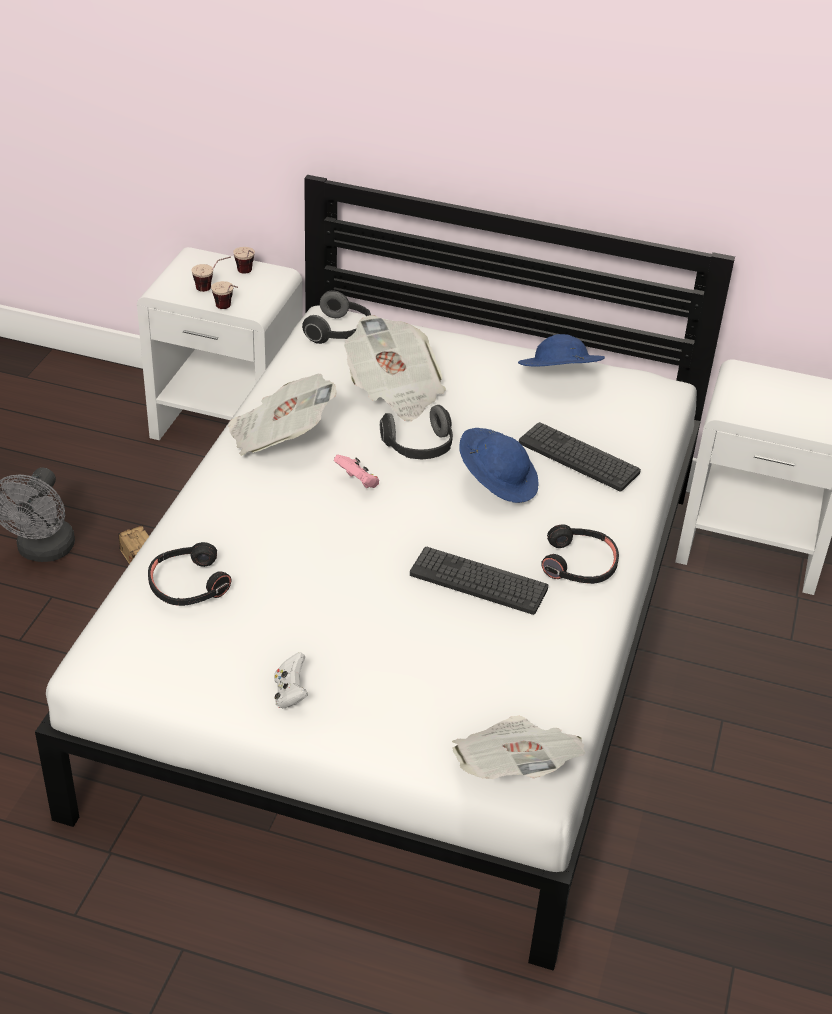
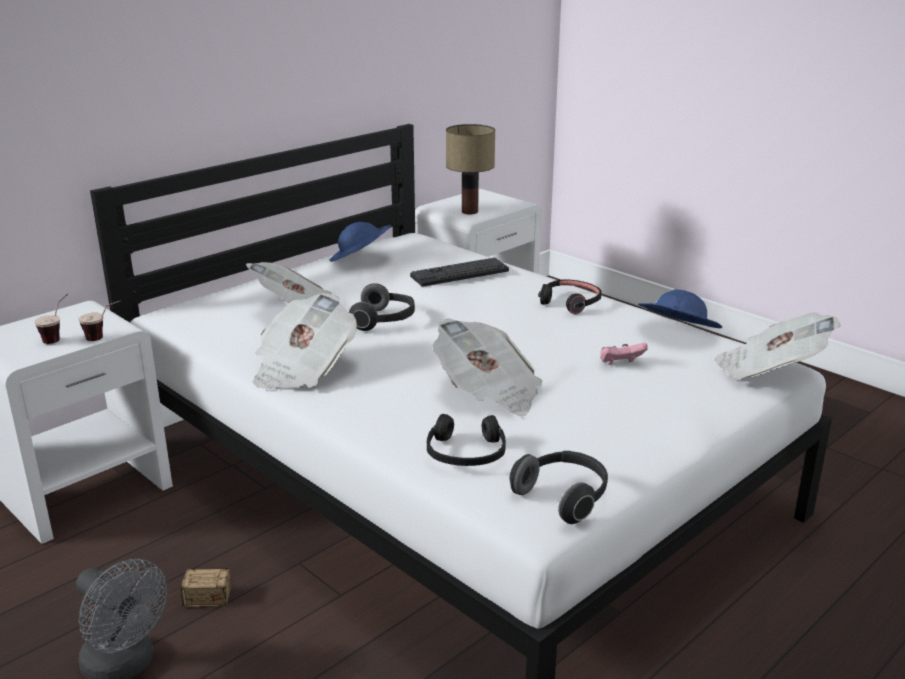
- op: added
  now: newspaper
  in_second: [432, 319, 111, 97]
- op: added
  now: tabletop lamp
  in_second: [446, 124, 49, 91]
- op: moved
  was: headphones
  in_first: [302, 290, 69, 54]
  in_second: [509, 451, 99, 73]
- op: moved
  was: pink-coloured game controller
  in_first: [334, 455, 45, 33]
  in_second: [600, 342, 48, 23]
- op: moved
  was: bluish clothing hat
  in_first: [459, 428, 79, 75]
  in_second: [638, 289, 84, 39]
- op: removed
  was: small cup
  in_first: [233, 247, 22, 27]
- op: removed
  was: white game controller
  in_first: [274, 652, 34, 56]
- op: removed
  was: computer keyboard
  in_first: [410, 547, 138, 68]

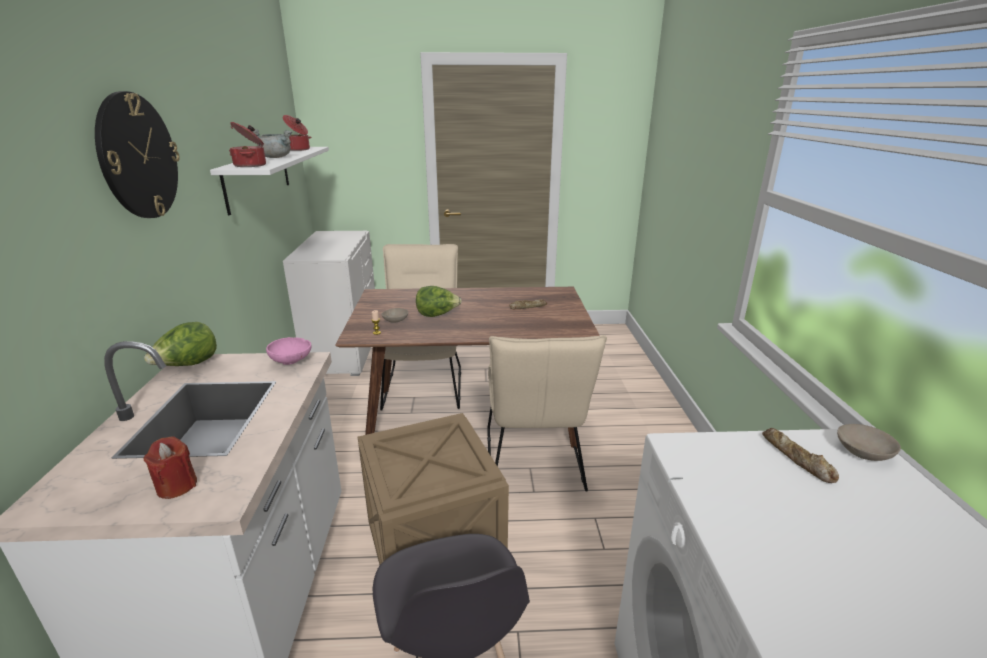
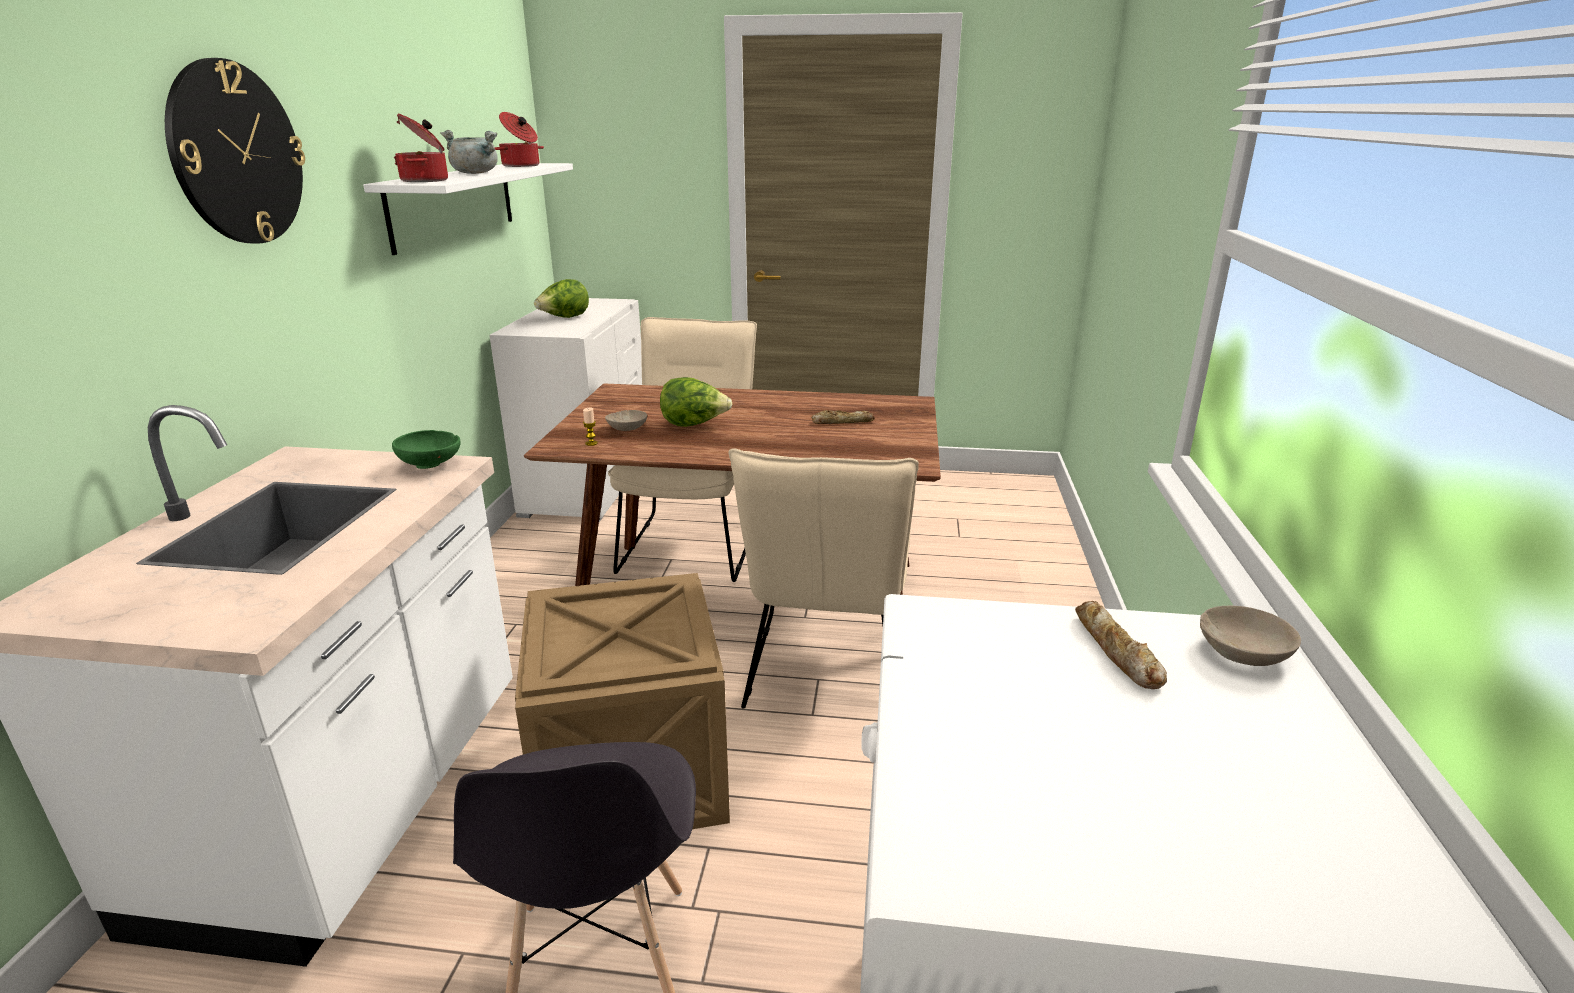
- op: recoloured
  was: pink-coloured deep dish
  now: green-coloured deep dish
  in_first: [266, 337, 45, 28]
  in_second: [392, 430, 68, 39]
- op: moved
  was: lettuce head
  in_first: [144, 322, 73, 44]
  in_second: [534, 279, 55, 39]
- op: removed
  was: red-coloured candle
  in_first: [144, 436, 53, 63]

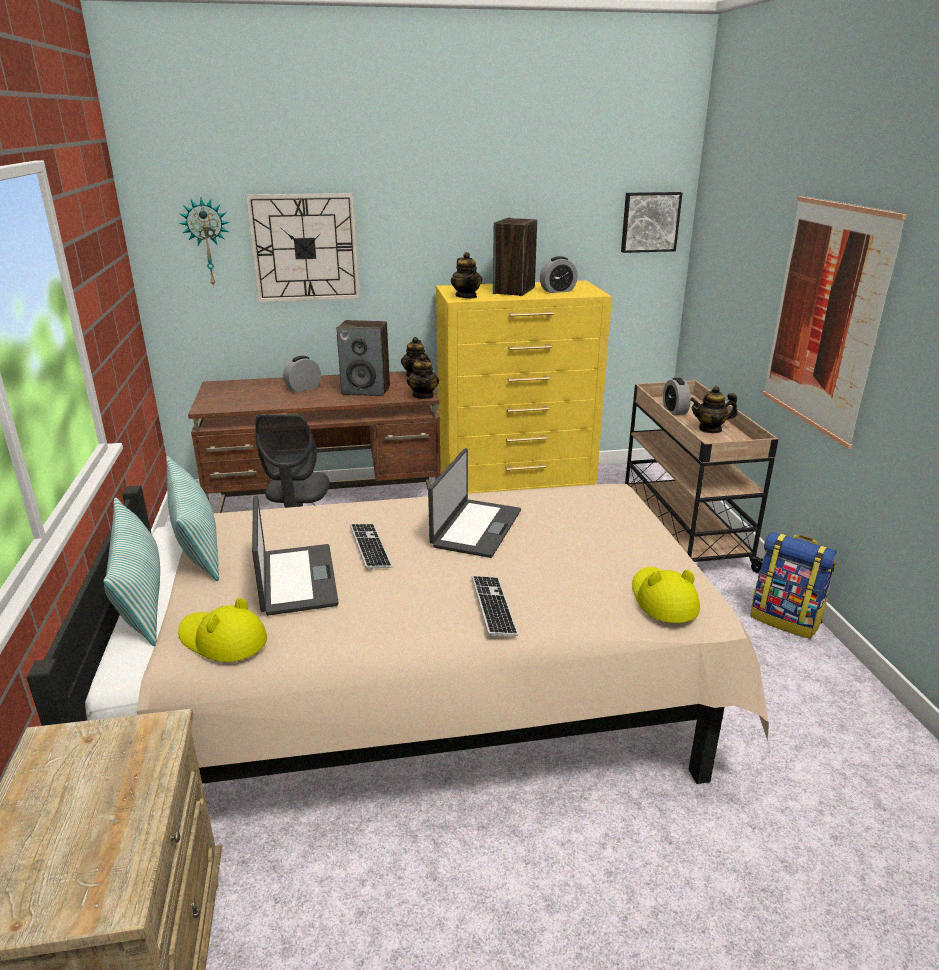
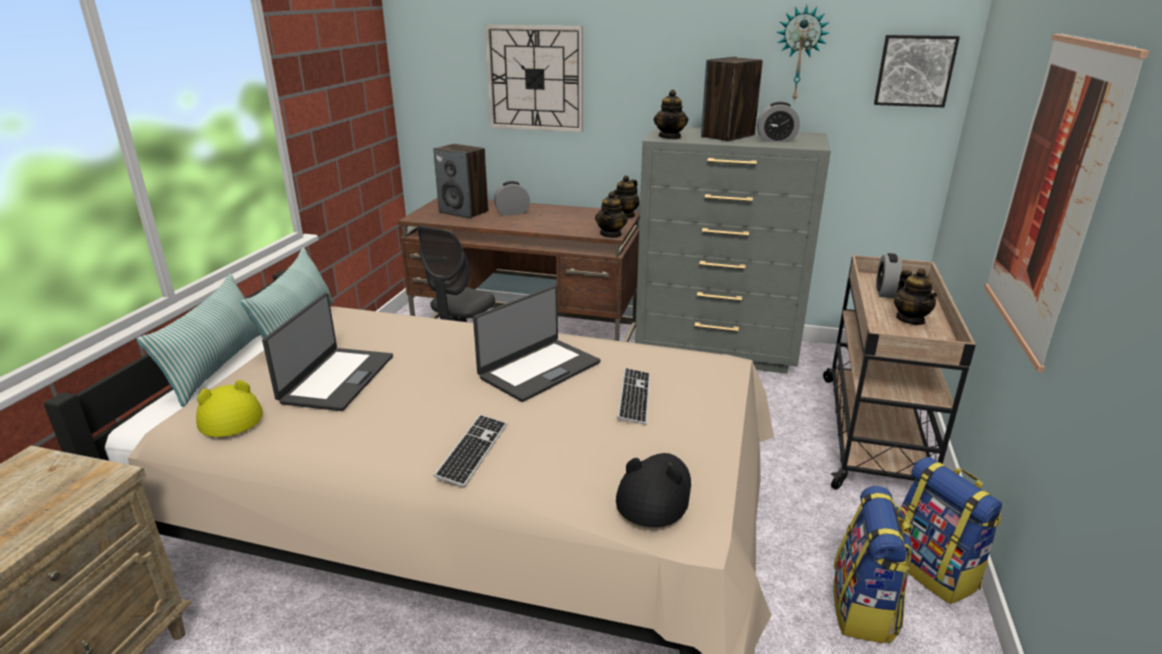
- op: moved
  was: audio speaker
  in_first: [336, 320, 54, 76]
  in_second: [433, 144, 55, 75]
- op: recoloured
  was: yellow-coloured clothing hat
  now: blackish clothing hat
  in_first: [632, 567, 68, 56]
  in_second: [616, 453, 75, 74]
- op: moved
  was: computer keyboard
  in_first: [350, 524, 42, 46]
  in_second: [617, 368, 33, 57]
- op: recoloured
  was: yellow-coloured drawer chest
  now: gray drawer chest
  in_first: [436, 280, 176, 213]
  in_second: [635, 126, 196, 248]
- op: moved
  was: wall clock
  in_first: [179, 198, 51, 89]
  in_second: [777, 5, 52, 96]
- op: added
  now: backpack
  in_second: [833, 486, 80, 158]
- op: turned
  was: teapot
  in_first: [690, 386, 48, 47]
  in_second: [894, 268, 43, 57]
  clockwise: -120

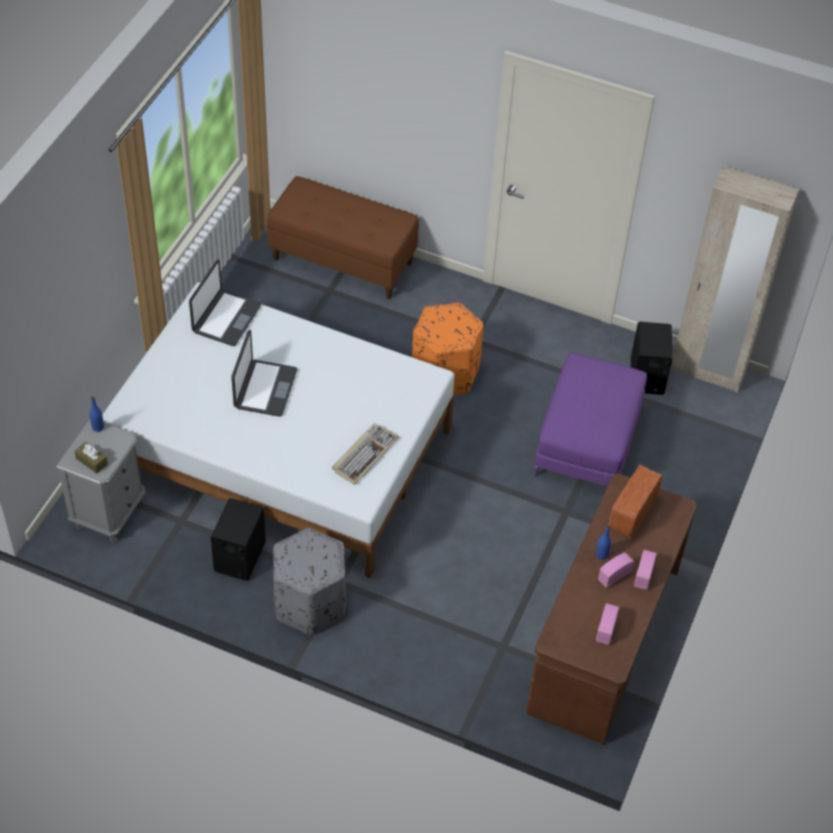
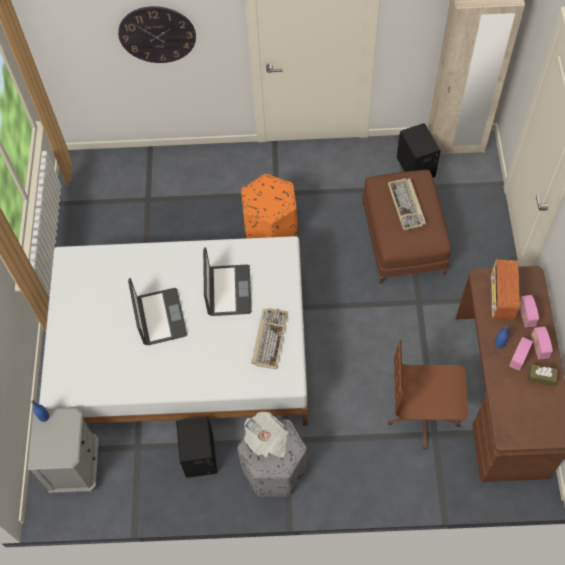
- op: added
  now: wall clock
  in_second: [118, 6, 78, 57]
- op: moved
  was: notebook computer
  in_first: [189, 259, 72, 87]
  in_second: [203, 247, 49, 69]
- op: added
  now: newspaper
  in_second: [244, 412, 44, 46]
- op: recoloured
  was: purple-coloured footrest
  now: brown-coloured footrest
  in_first: [534, 353, 113, 133]
  in_second: [362, 170, 89, 114]
- op: added
  now: computer keyboard
  in_second: [388, 178, 38, 53]
- op: added
  now: brown-coloured office chair
  in_second: [388, 340, 80, 110]
- op: moved
  was: radio receiver
  in_first: [596, 603, 23, 42]
  in_second: [519, 295, 20, 33]
- op: moved
  was: brown-coloured tissue box
  in_first: [74, 442, 34, 32]
  in_second: [528, 364, 30, 22]
- op: removed
  was: brown-coloured bench
  in_first: [267, 176, 152, 123]

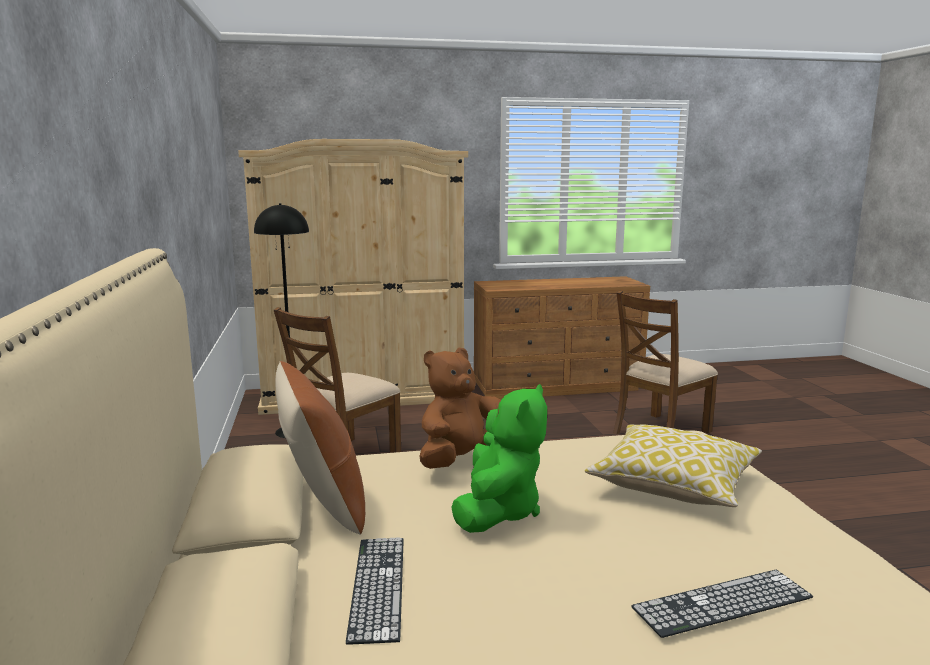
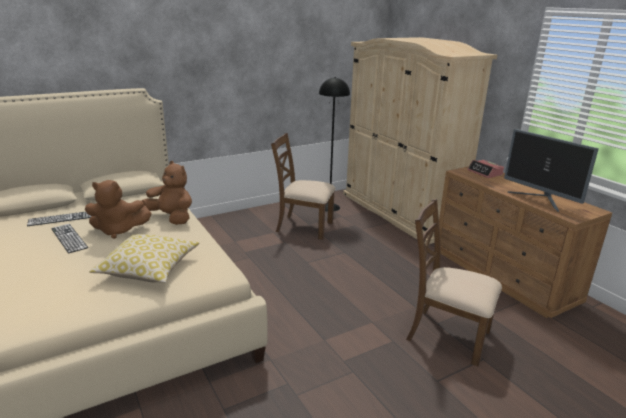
- op: moved
  was: computer keyboard
  in_first: [631, 570, 182, 68]
  in_second: [51, 224, 37, 29]
- op: recoloured
  was: green-coloured soft toy
  now: brown-coloured soft toy
  in_first: [451, 384, 96, 149]
  in_second: [85, 180, 67, 59]
- op: added
  now: alarm clock
  in_second: [467, 160, 37, 18]
- op: added
  now: computer display
  in_second: [504, 129, 95, 83]
- op: removed
  was: brown-coloured pillow
  in_first: [275, 361, 90, 174]

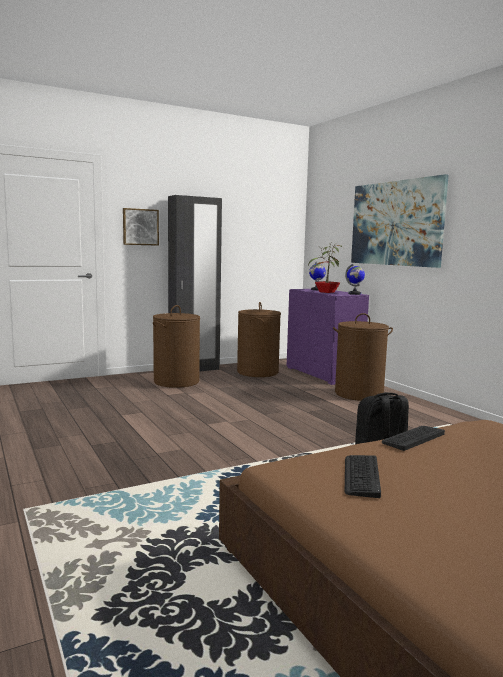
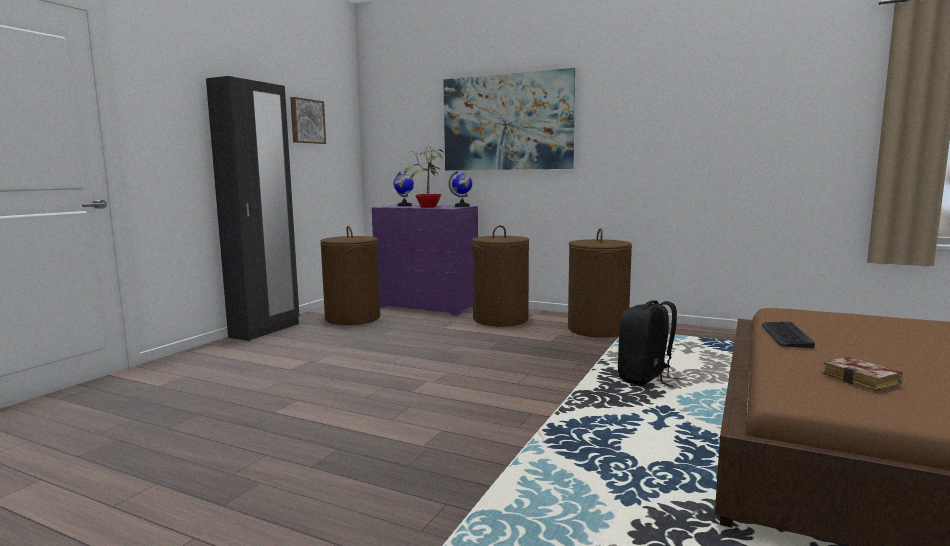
- op: moved
  was: wall art
  in_first: [123, 208, 36, 38]
  in_second: [290, 97, 36, 47]
- op: moved
  was: brown-coloured laundry basket
  in_first: [153, 305, 47, 83]
  in_second: [568, 228, 64, 110]
- op: replaced
  was: computer keyboard
  now: volume
  in_first: [345, 455, 36, 43]
  in_second: [822, 357, 81, 34]

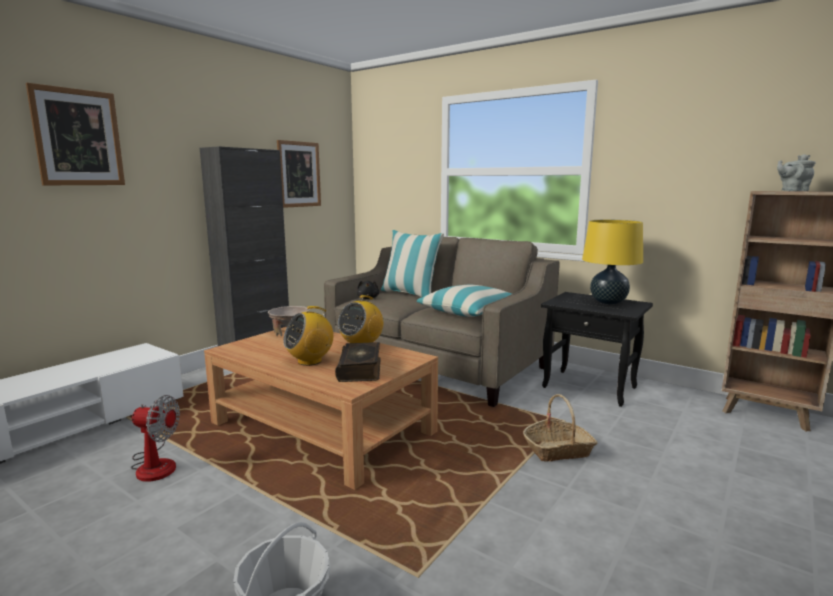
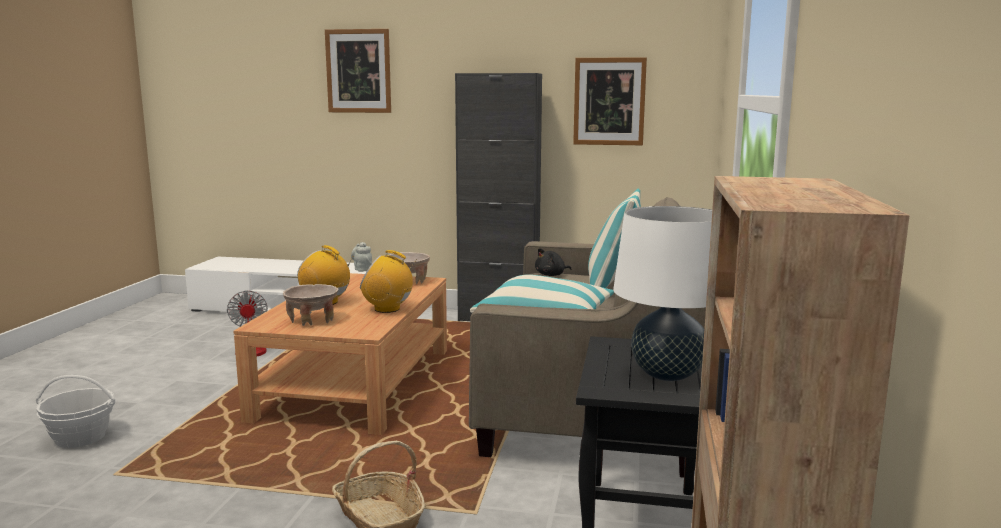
- op: replaced
  was: volume
  now: sand-coloured deep dish
  in_first: [335, 342, 46, 40]
  in_second: [283, 284, 55, 42]
- op: moved
  was: gray teapot
  in_first: [777, 154, 39, 37]
  in_second: [351, 242, 21, 30]
- op: recoloured
  was: yellow-coloured tabletop lamp
  now: white tabletop lamp
  in_first: [582, 220, 61, 85]
  in_second: [613, 206, 99, 175]

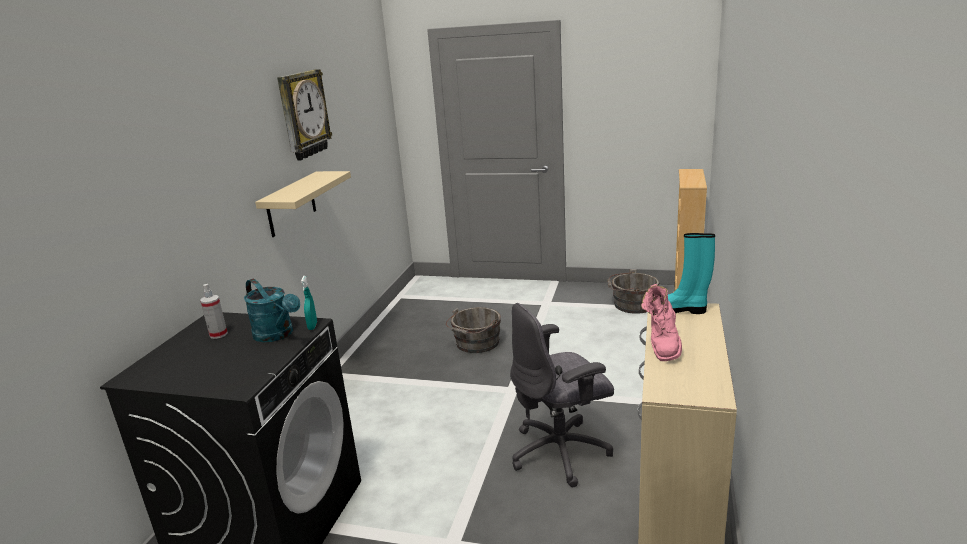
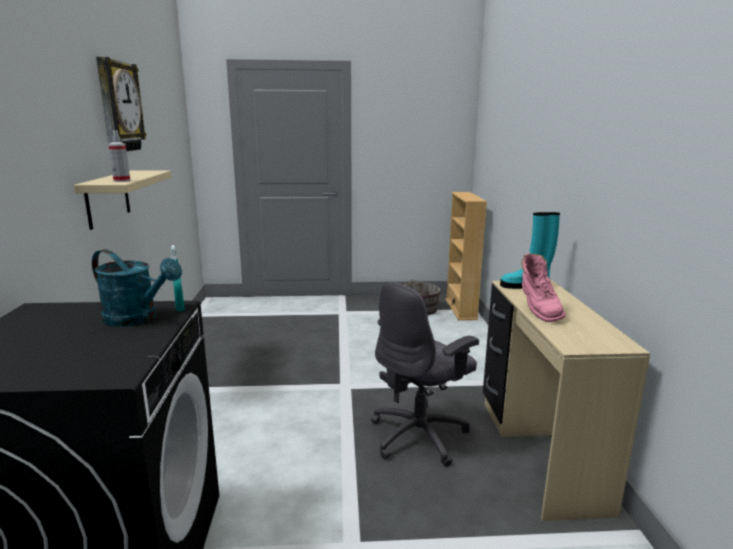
- op: moved
  was: spray bottle
  in_first: [200, 284, 28, 55]
  in_second: [108, 130, 22, 52]
- op: removed
  was: gray water bucket
  in_first: [446, 307, 55, 46]

